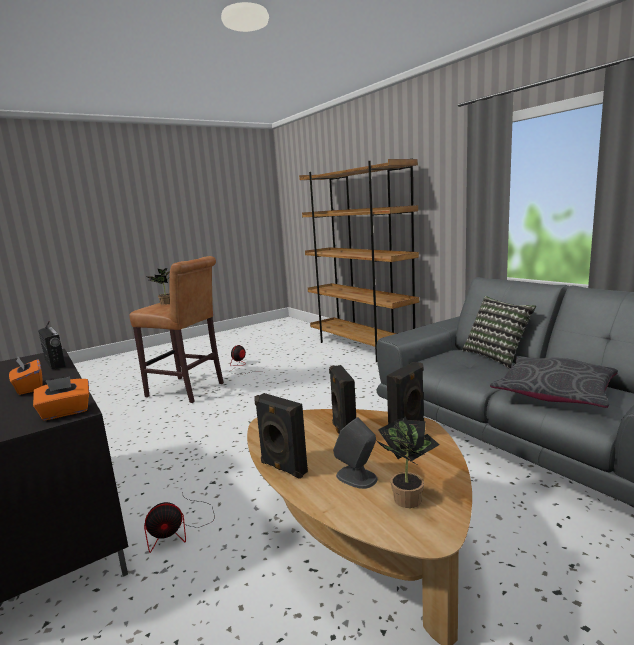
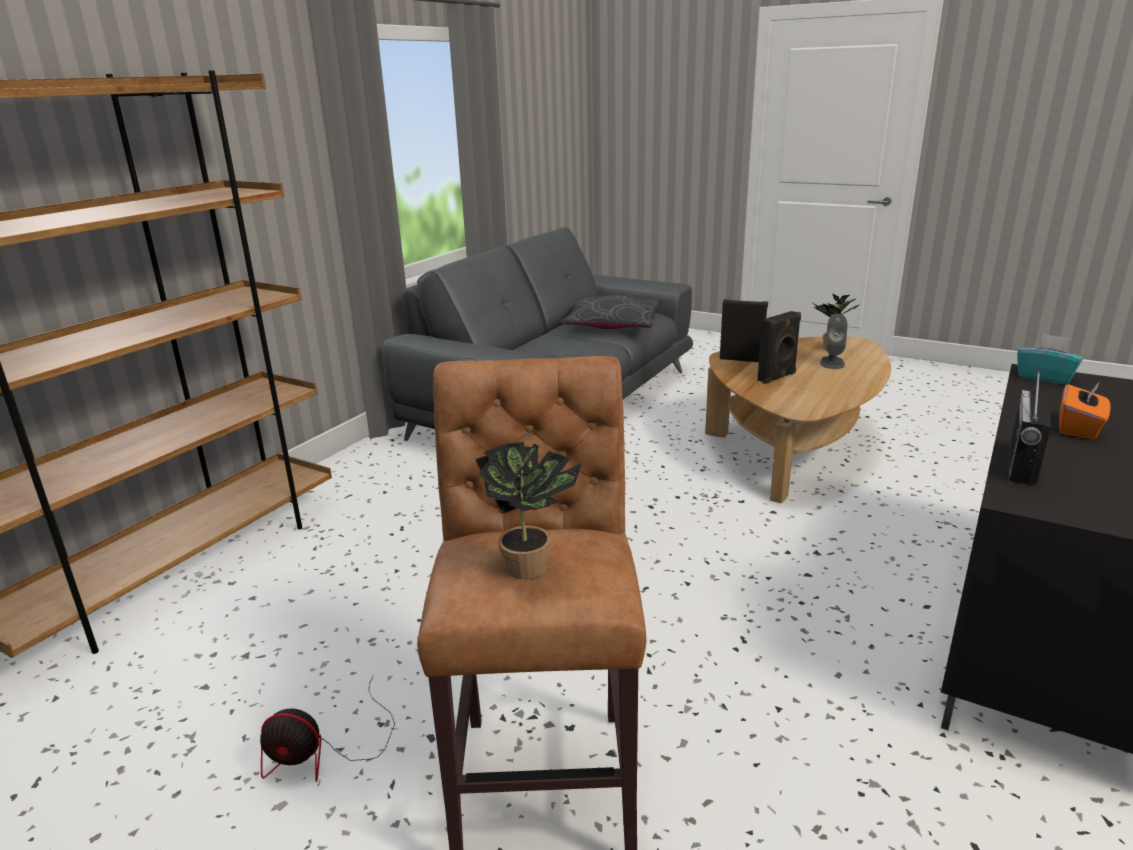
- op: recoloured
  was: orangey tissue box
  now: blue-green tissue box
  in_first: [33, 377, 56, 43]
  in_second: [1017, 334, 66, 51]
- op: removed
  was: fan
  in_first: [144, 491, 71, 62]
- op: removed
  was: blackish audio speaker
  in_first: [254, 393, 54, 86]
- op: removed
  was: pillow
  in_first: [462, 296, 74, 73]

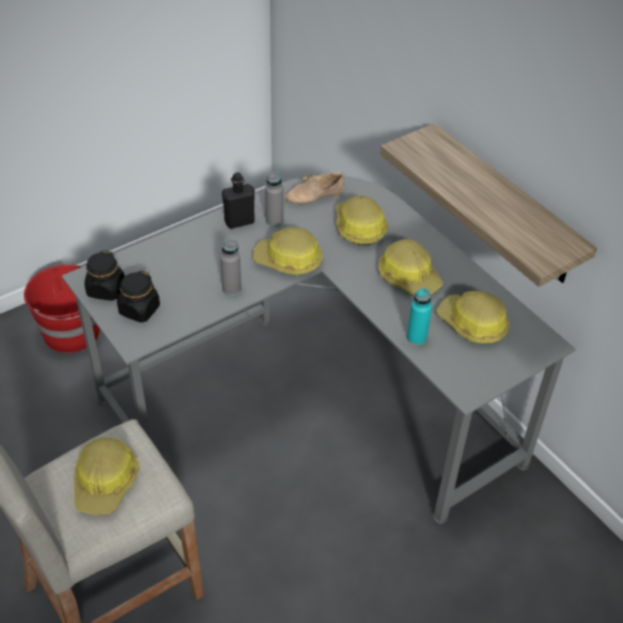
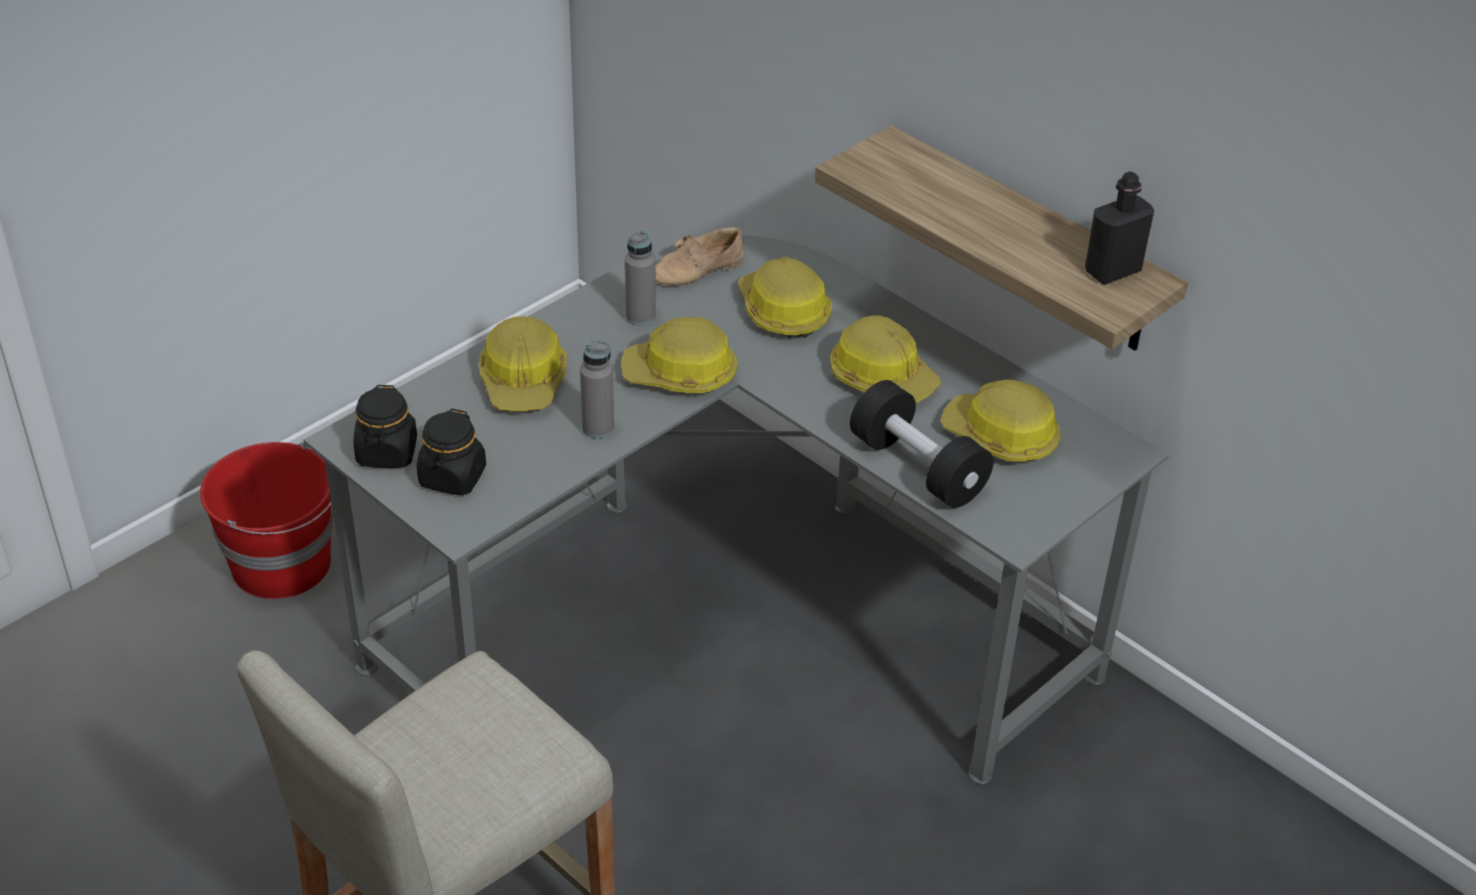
- op: moved
  was: safety helmet
  in_first: [74, 437, 65, 78]
  in_second: [479, 317, 88, 94]
- op: replaced
  was: blue-green drink bottle
  now: blackish hand weight
  in_first: [407, 288, 25, 58]
  in_second: [850, 380, 144, 128]
- op: moved
  was: blackish drink bottle
  in_first: [222, 172, 33, 57]
  in_second: [1085, 172, 69, 112]

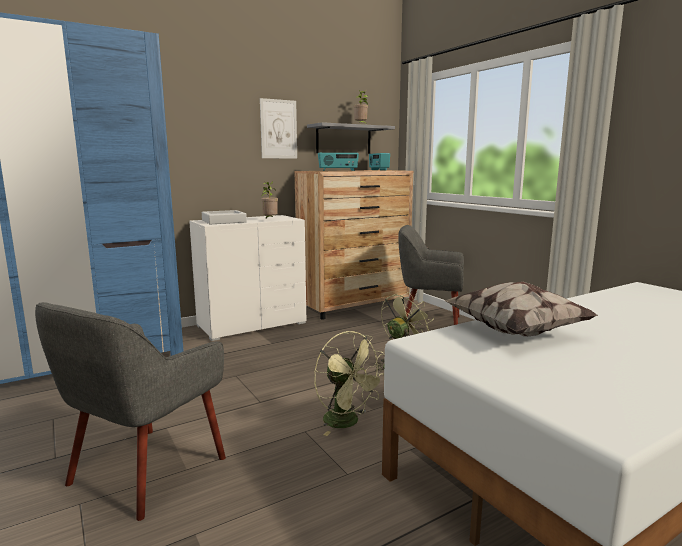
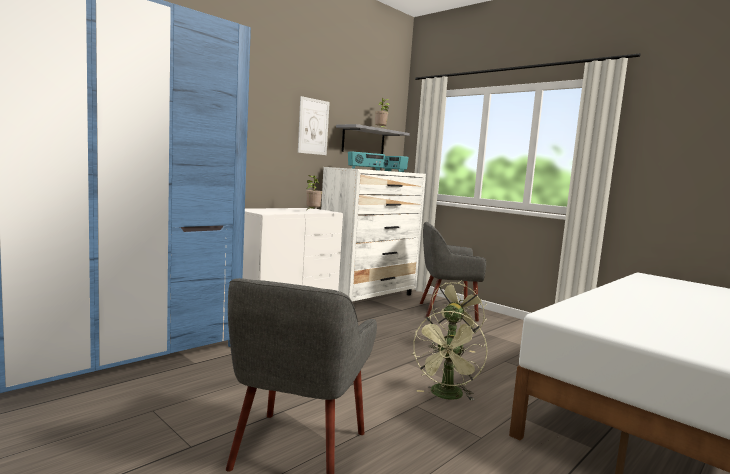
- op: recoloured
  was: brown-coloured drawer chest
  now: white drawer chest
  in_first: [295, 170, 118, 150]
  in_second: [321, 167, 105, 135]
- op: turned
  was: green-coloured fan
  in_first: [314, 331, 70, 105]
  in_second: [413, 311, 74, 90]
  clockwise: 75
- op: removed
  was: gray carrying tray
  in_first: [202, 210, 45, 14]
- op: removed
  was: pillow
  in_first: [444, 281, 154, 55]

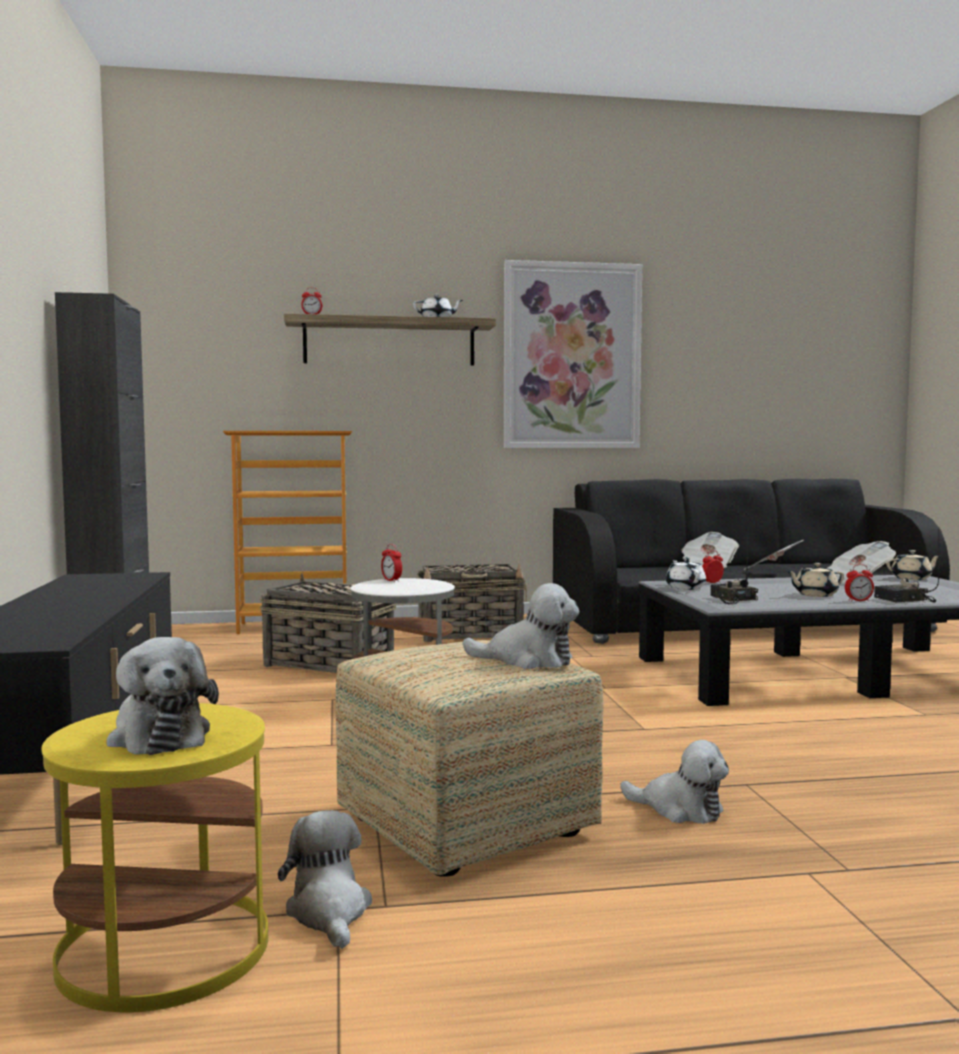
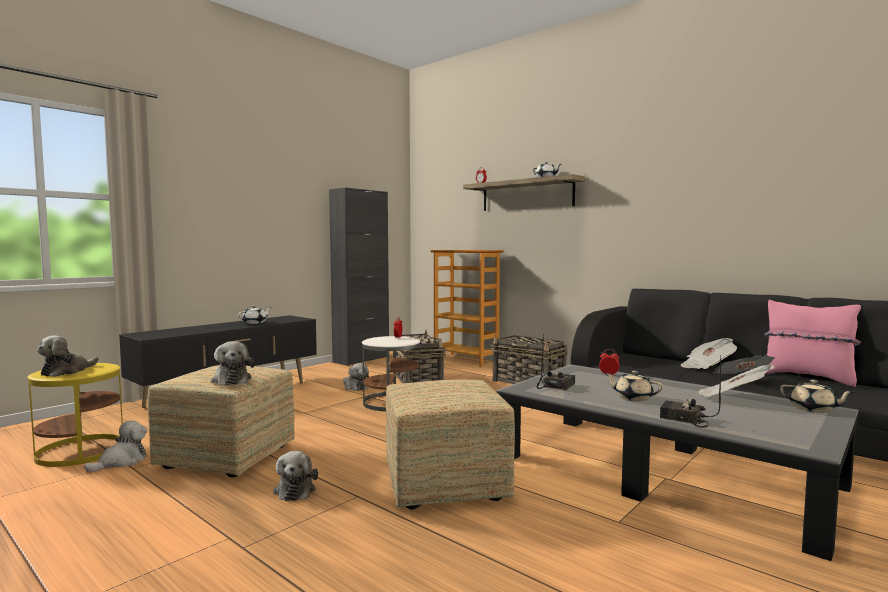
- op: moved
  was: white teapot
  in_first: [666, 557, 40, 33]
  in_second: [238, 305, 34, 19]
- op: added
  now: soft toy
  in_second: [343, 363, 26, 28]
- op: added
  now: footrest
  in_second: [386, 380, 129, 129]
- op: added
  now: pink-coloured pillow
  in_second: [764, 300, 97, 87]
- op: removed
  was: wall art
  in_first: [504, 260, 138, 188]
- op: removed
  was: alarm clock
  in_first: [845, 564, 29, 38]

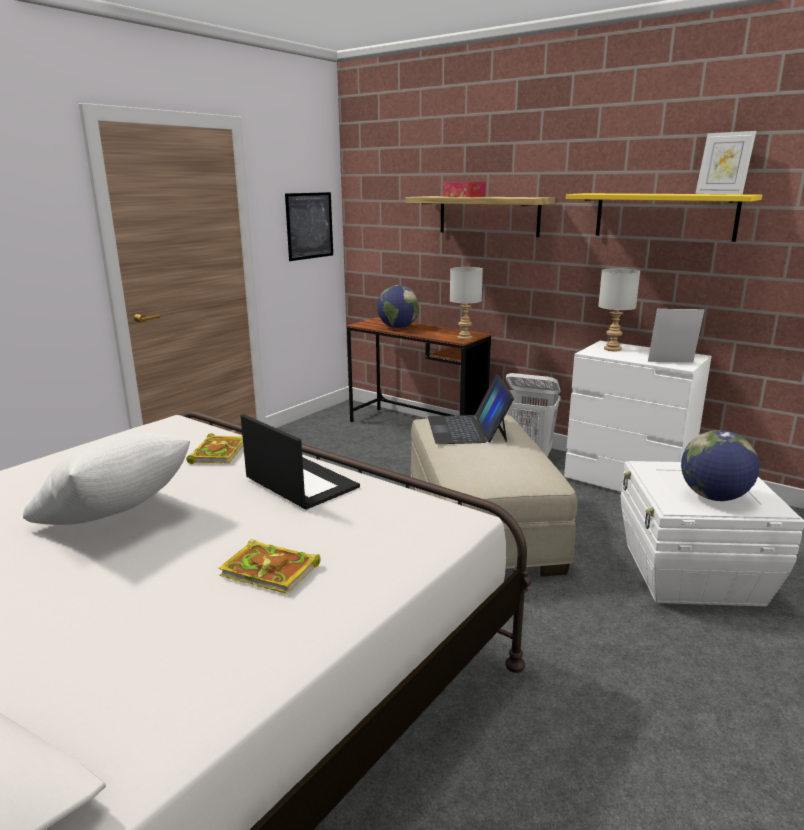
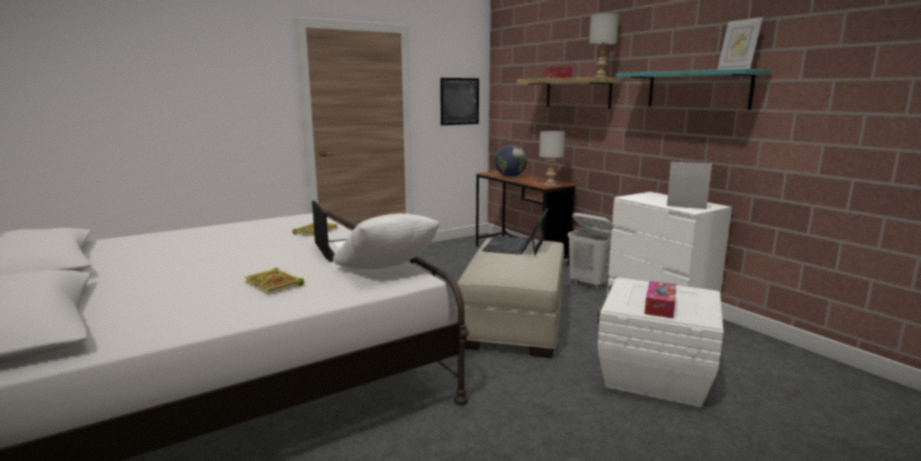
- op: moved
  was: white pillow
  in_first: [23, 433, 167, 92]
  in_second: [333, 213, 107, 56]
- op: moved
  was: gray tabletop lamp
  in_first: [598, 268, 42, 83]
  in_second: [589, 13, 30, 64]
- op: recoloured
  was: yellow-coloured wall shelf
  now: blue-green wall shelf
  in_first: [566, 193, 196, 49]
  in_second: [616, 69, 155, 41]
- op: replaced
  was: world globe
  now: tissue box
  in_first: [681, 430, 78, 71]
  in_second: [644, 281, 33, 37]

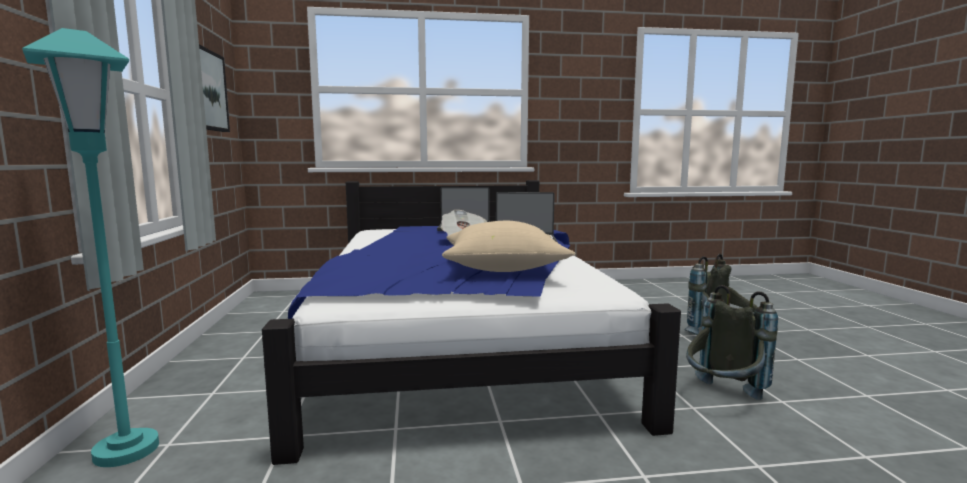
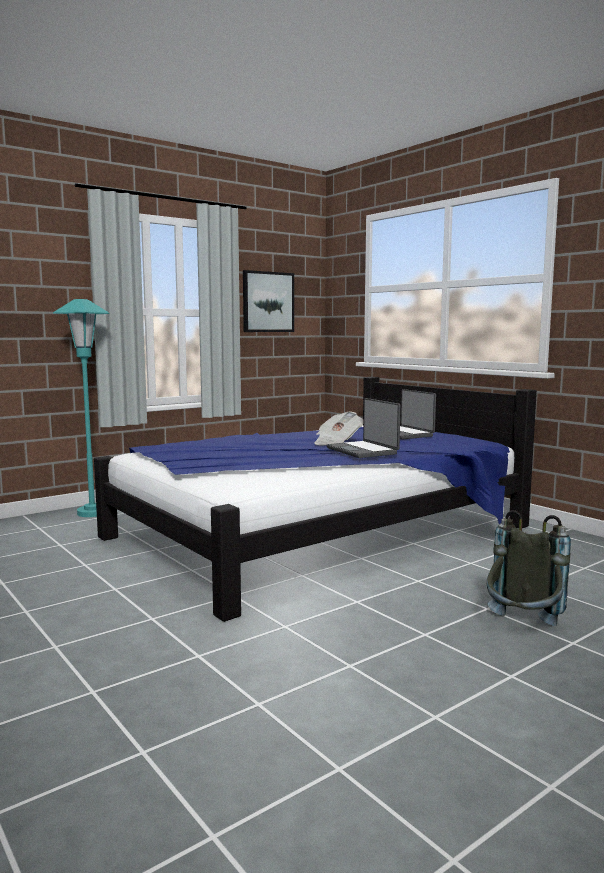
- op: removed
  was: sand-coloured pillow
  in_first: [442, 221, 134, 51]
- op: removed
  was: gray backpack
  in_first: [686, 285, 92, 115]

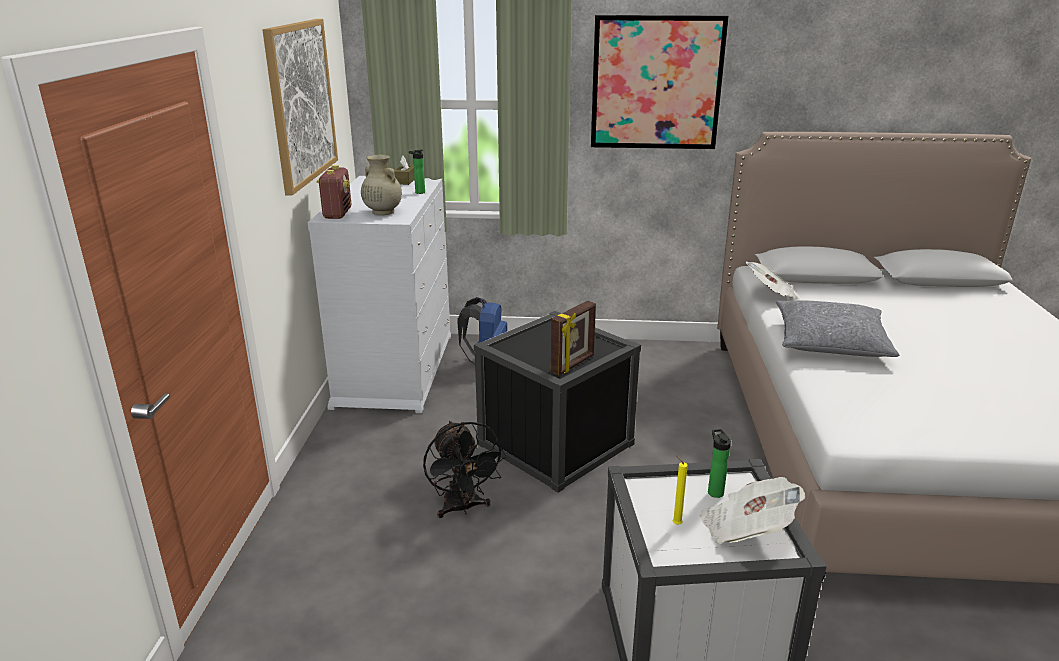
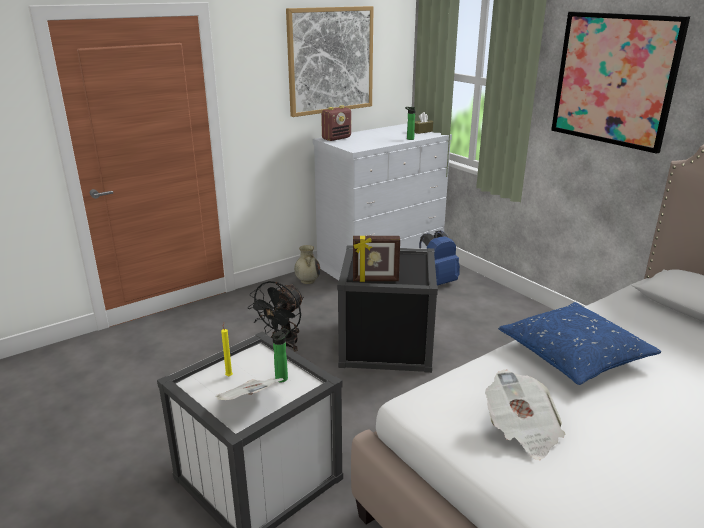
- op: moved
  was: sand-coloured decorative vase
  in_first: [361, 155, 41, 60]
  in_second: [294, 245, 26, 39]
- op: moved
  was: newspaper
  in_first: [746, 262, 55, 39]
  in_second: [485, 370, 81, 90]
- op: recoloured
  was: gray pillow
  now: bluish pillow
  in_first: [776, 301, 123, 56]
  in_second: [498, 302, 163, 83]

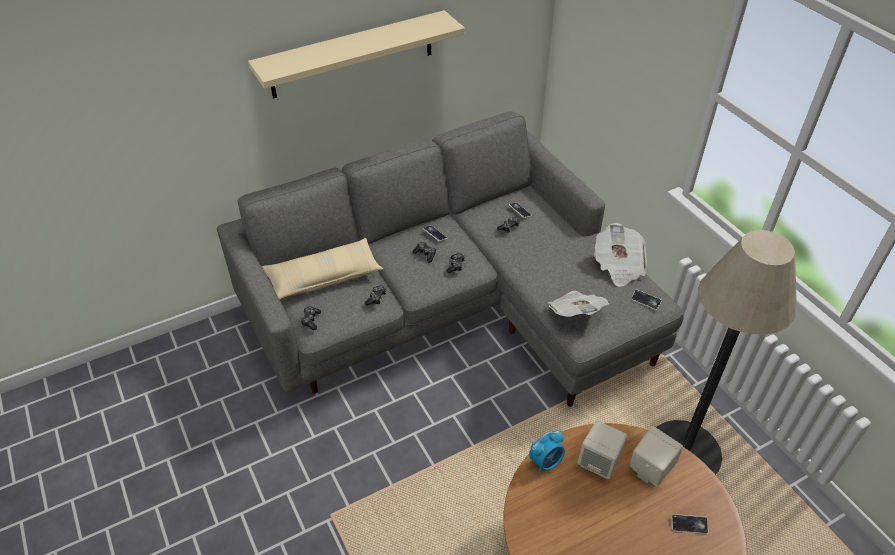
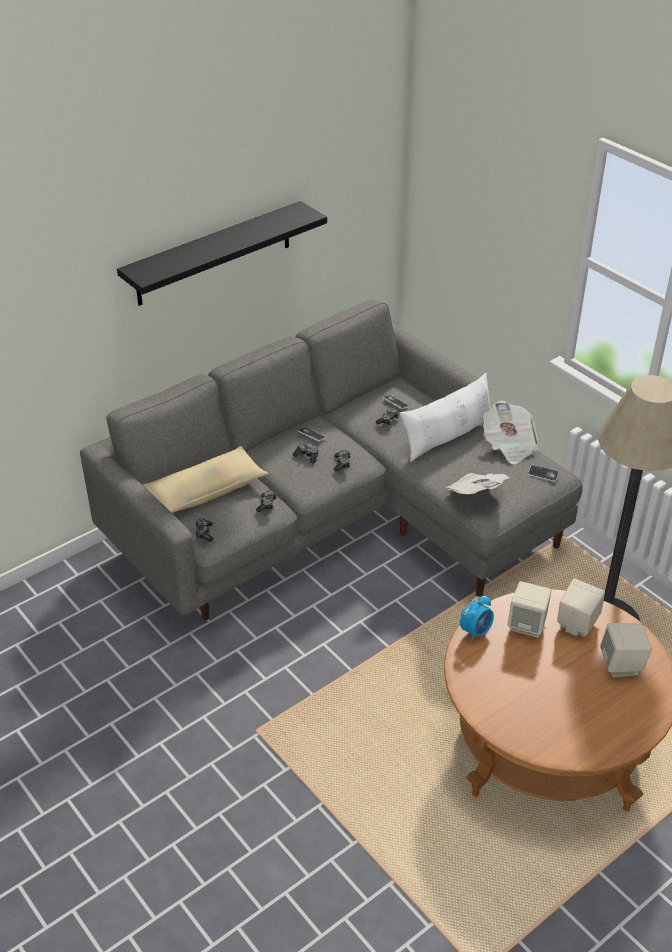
- op: recoloured
  was: sand-coloured wall shelf
  now: blackish wall shelf
  in_first: [248, 10, 217, 89]
  in_second: [117, 201, 210, 105]
- op: added
  now: white pillow
  in_second: [400, 373, 91, 89]
- op: replaced
  was: handset
  now: sand-coloured audio speaker
  in_first: [672, 514, 36, 20]
  in_second: [600, 623, 52, 54]

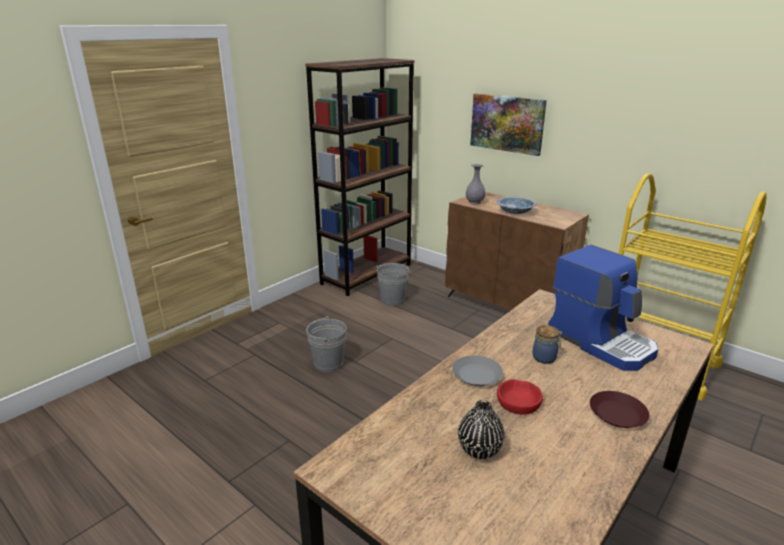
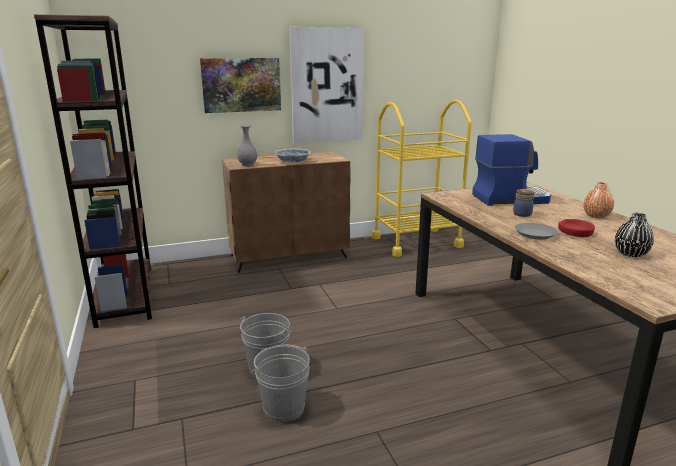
- op: moved
  was: gray water bucket
  in_first: [376, 263, 35, 42]
  in_second: [253, 345, 57, 77]
- op: added
  now: wall art
  in_second: [289, 27, 75, 116]
- op: replaced
  was: brown-coloured dinner plate
  now: orangey decorative vase
  in_first: [590, 391, 60, 37]
  in_second: [583, 182, 31, 36]

